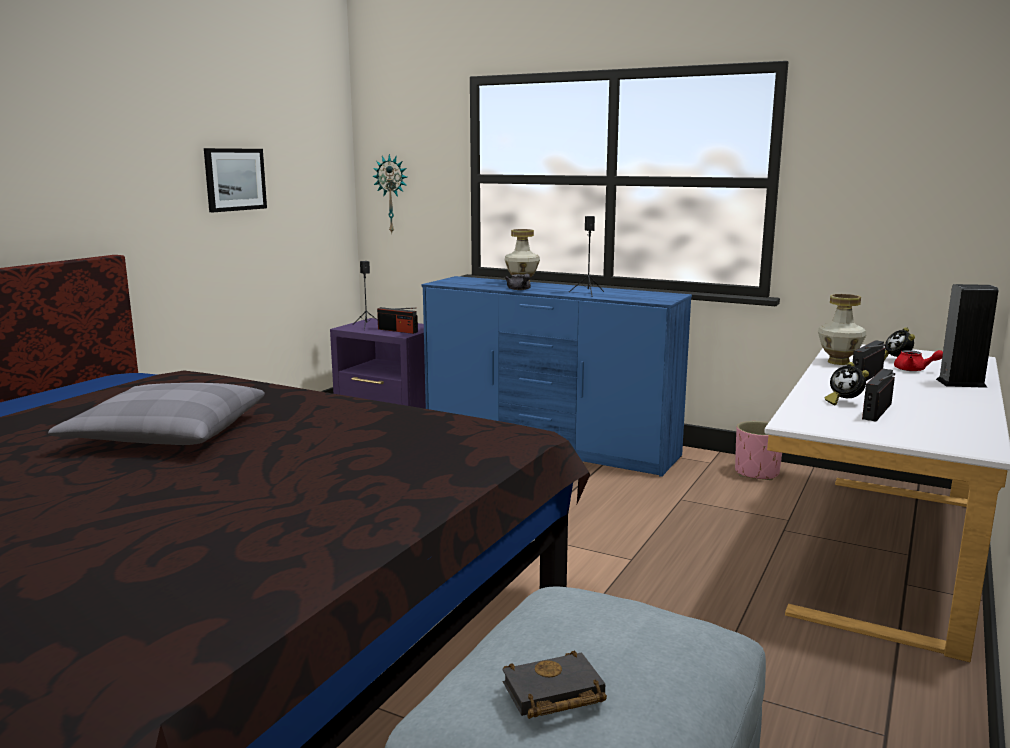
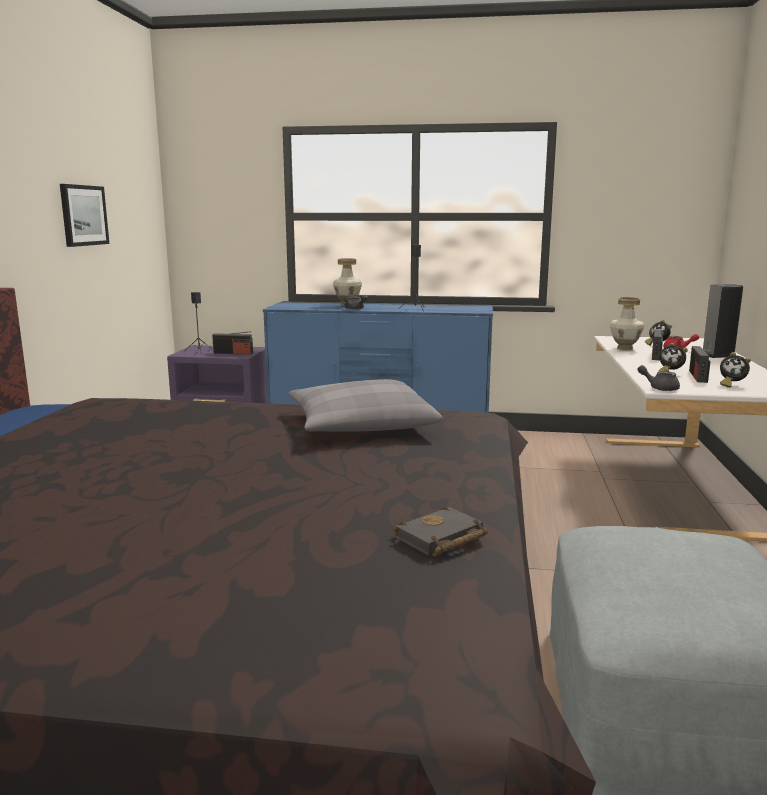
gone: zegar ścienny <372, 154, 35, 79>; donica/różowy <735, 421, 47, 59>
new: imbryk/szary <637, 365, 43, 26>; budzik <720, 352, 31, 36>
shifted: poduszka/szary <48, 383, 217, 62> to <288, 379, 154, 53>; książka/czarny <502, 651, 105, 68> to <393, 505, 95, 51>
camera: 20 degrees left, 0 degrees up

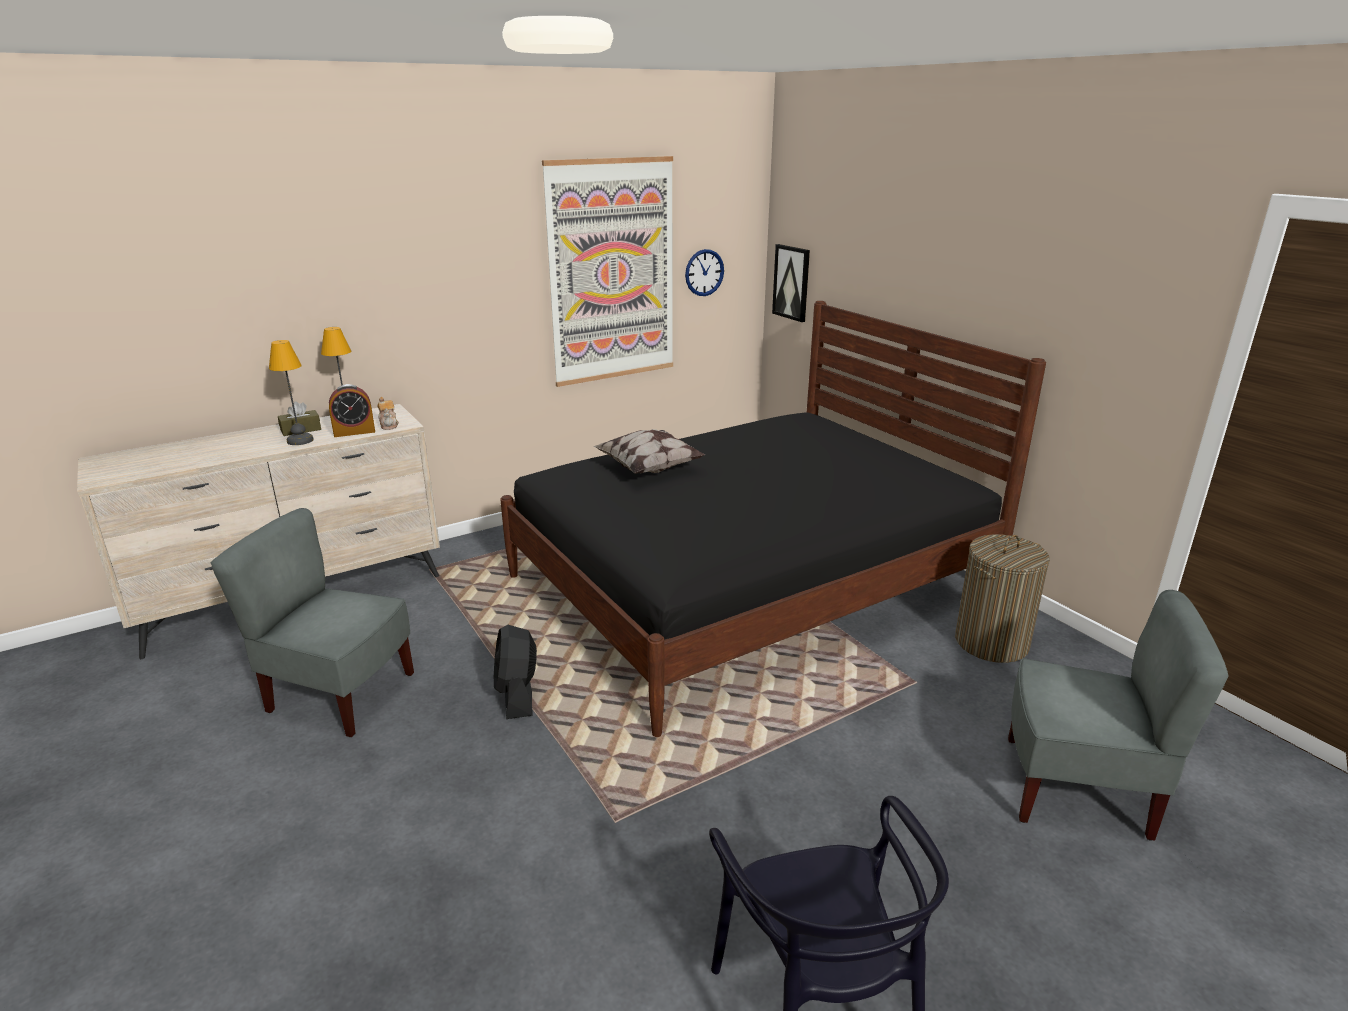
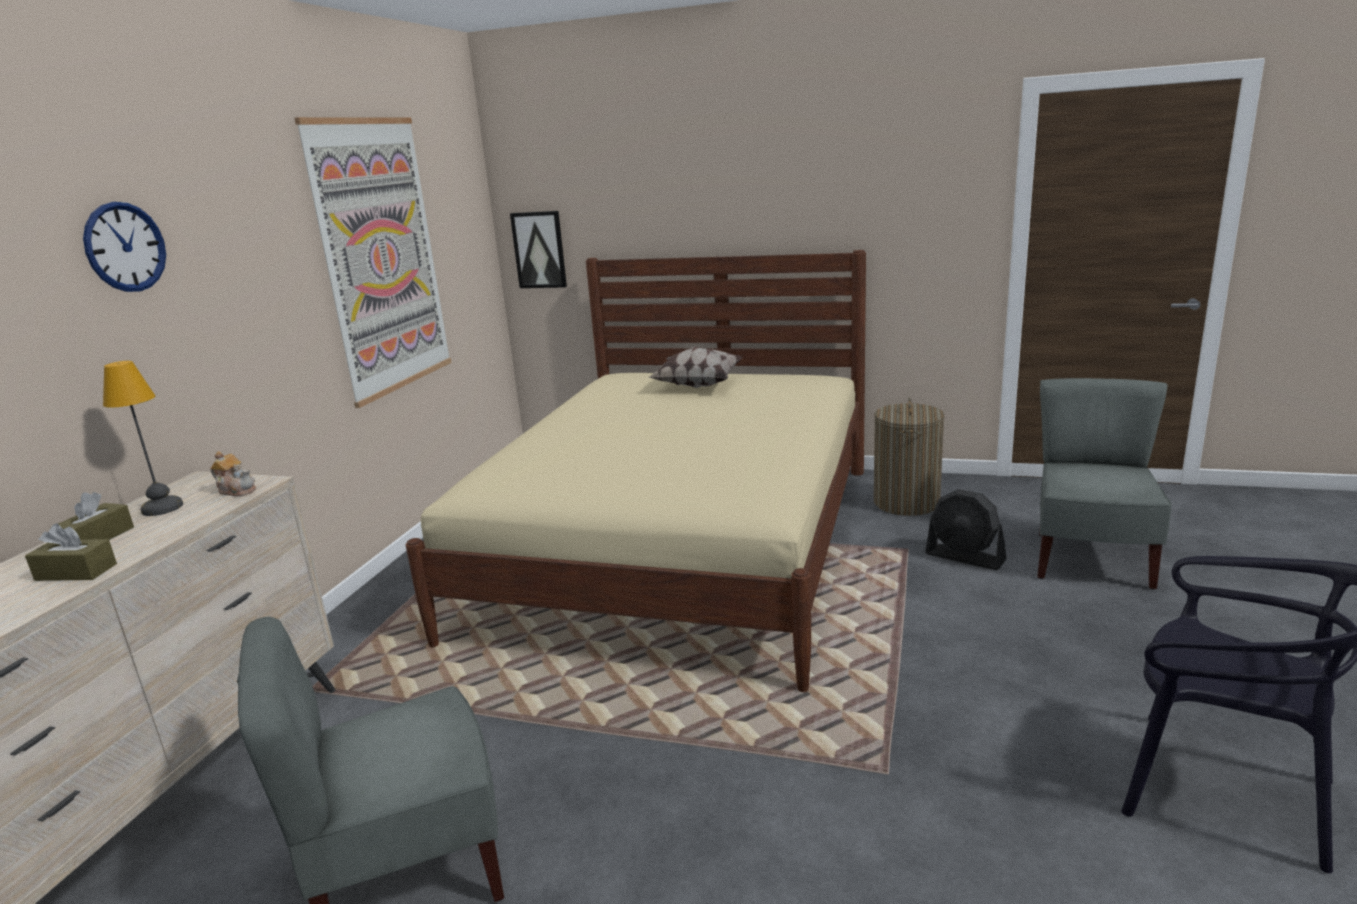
gone: lampa stołowa <269, 340, 45, 105>; budzik <329, 384, 46, 53>
new: pudełko chusteczek/brązowy <25, 523, 92, 58>
shifted: wentylator/czarny <494, 625, 43, 94> to <925, 489, 81, 81>; poduszka <593, 429, 112, 45> to <648, 347, 95, 41>; zegar ścienny <685, 249, 39, 47> to <83, 202, 83, 90>
repainted: łóżko/czarny <500, 301, 546, 436> to łóżko/beżowy <406, 250, 460, 442>
rotated: krzesło/szary <1008, 590, 220, 251> = <1037, 378, 135, 212> 45 degrees counterclockwise
camera: 40 degrees left, 5 degrees down

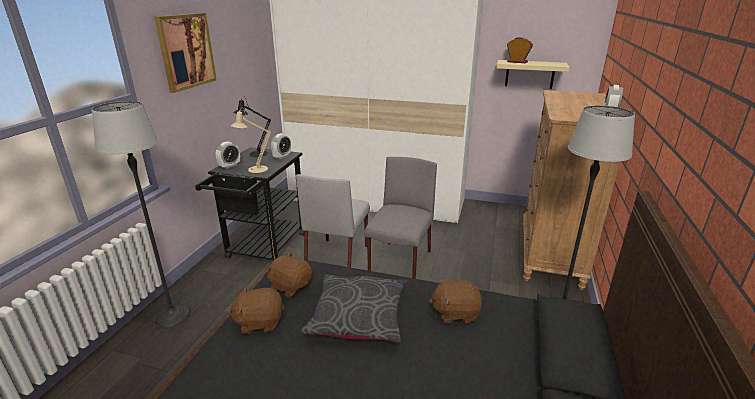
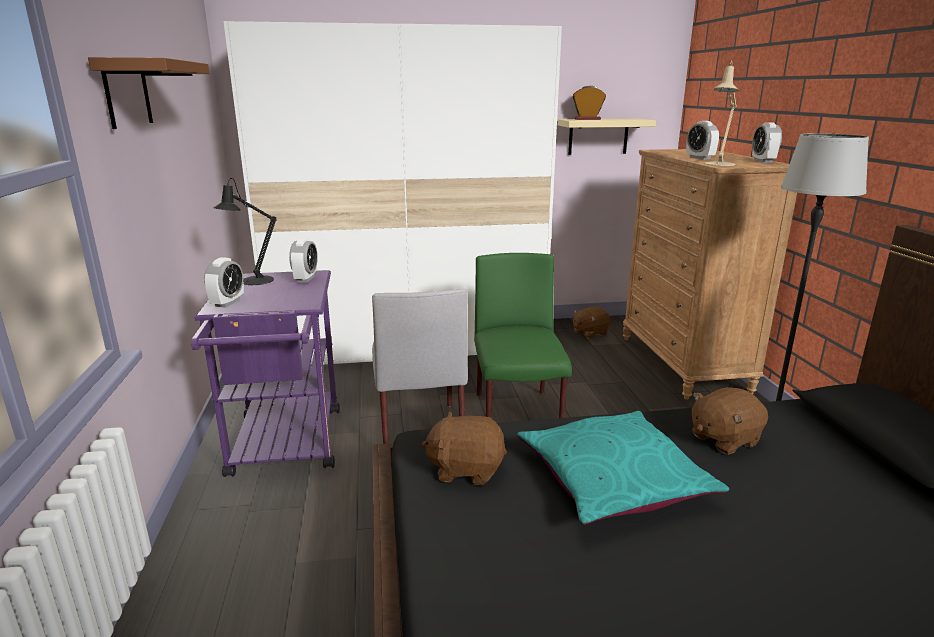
gone: lampa stojąca <92, 101, 99, 227>
new: budzik <686, 121, 33, 38>
shifted: pluszak/brązowy <228, 287, 56, 47> to <573, 306, 38, 33>; lampa stołowa/beżowy <231, 108, 40, 65> to <704, 60, 35, 106>
swapped: obraz <154, 13, 63, 80> to półka/brązowy <88, 57, 121, 72>
repainted: wózek/czarny <195, 147, 109, 114> to wózek/fioletowy <191, 270, 149, 207>; poduszka/szary <300, 274, 108, 69> to poduszka/turkusowy <517, 411, 212, 114>; krzesło/szary <364, 157, 73, 122> to krzesło/zielony <474, 253, 98, 165>
camera: 25 degrees left, 5 degrees down

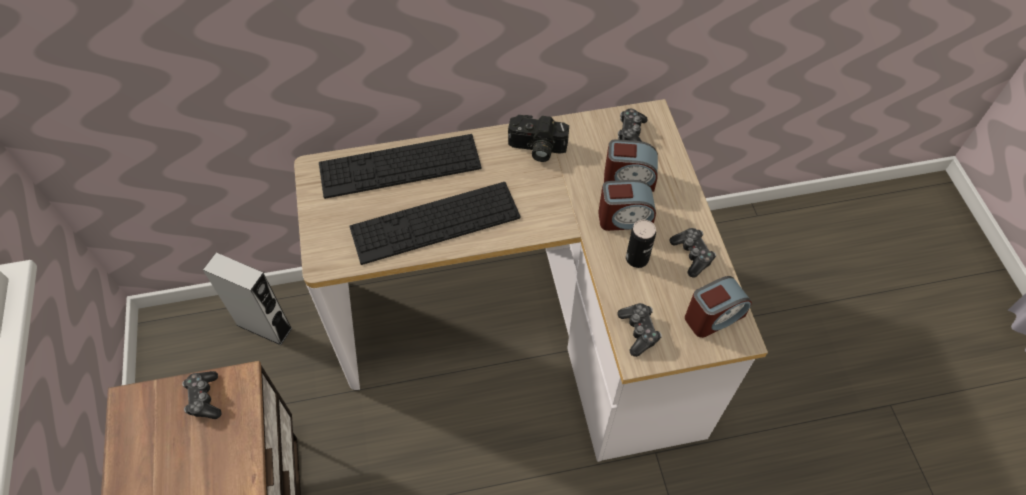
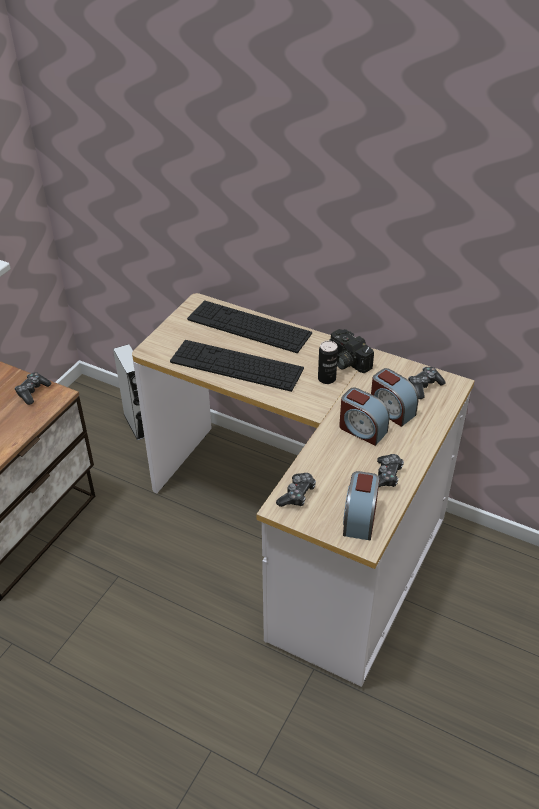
shifted: puszka <626, 219, 30, 49> to <318, 341, 20, 43>
rotated: budzik <685, 276, 67, 62> = <343, 471, 36, 69> 90 degrees clockwise
camera: 40 degrees right, 15 degrees down

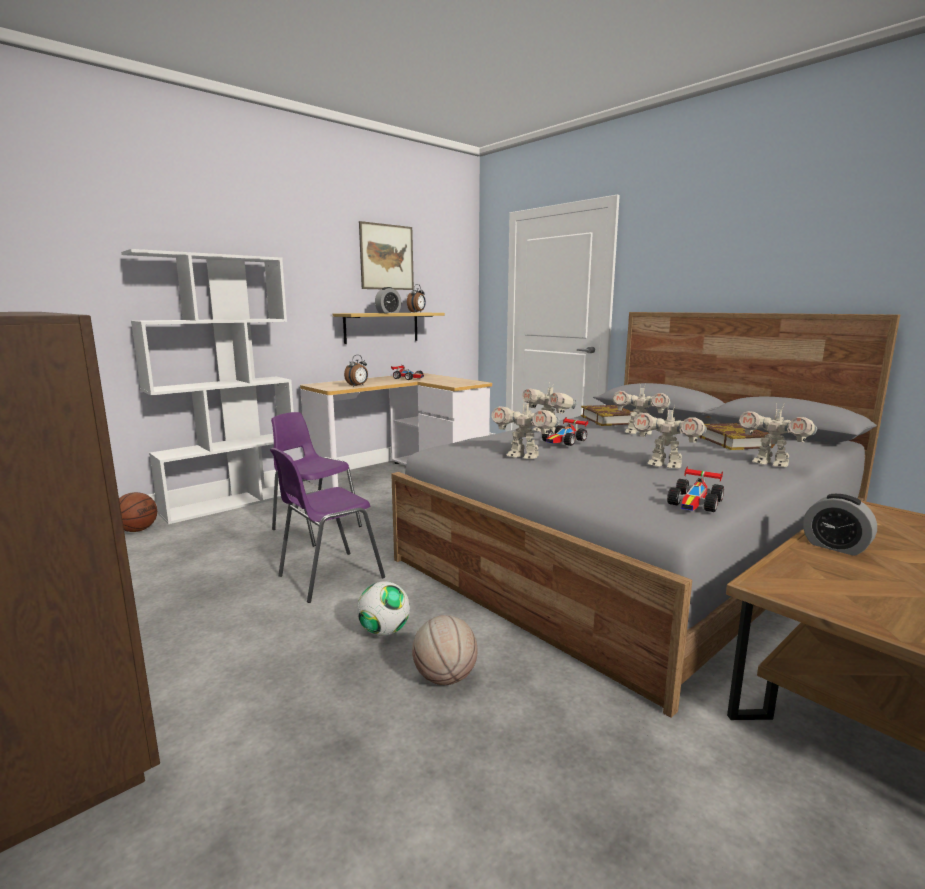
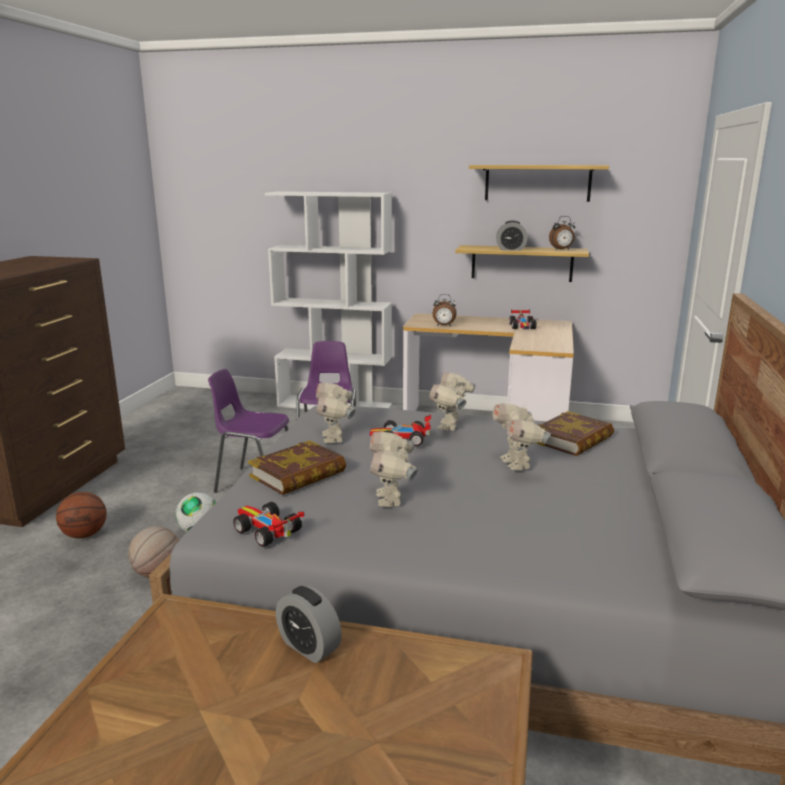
gone: robot zabawkowy <739, 403, 78, 64>
shifted: piłka do koszykówki <119, 492, 38, 40> to <56, 492, 51, 47>; książka <699, 423, 76, 27> to <248, 440, 98, 55>
swapped: obraz <359, 221, 55, 69> to półka <469, 165, 140, 37>
rotated: samochodzik <667, 467, 57, 45> = <233, 502, 71, 45> 45 degrees clockwise; budzik <803, 494, 74, 62> = <276, 586, 66, 77> 60 degrees counterclockwise
camera: 55 degrees right, 5 degrees up

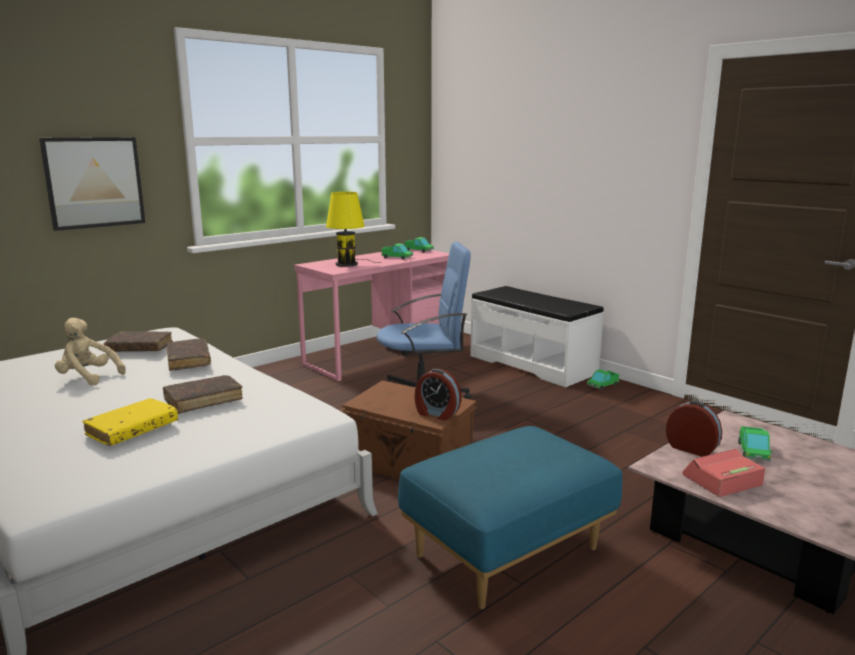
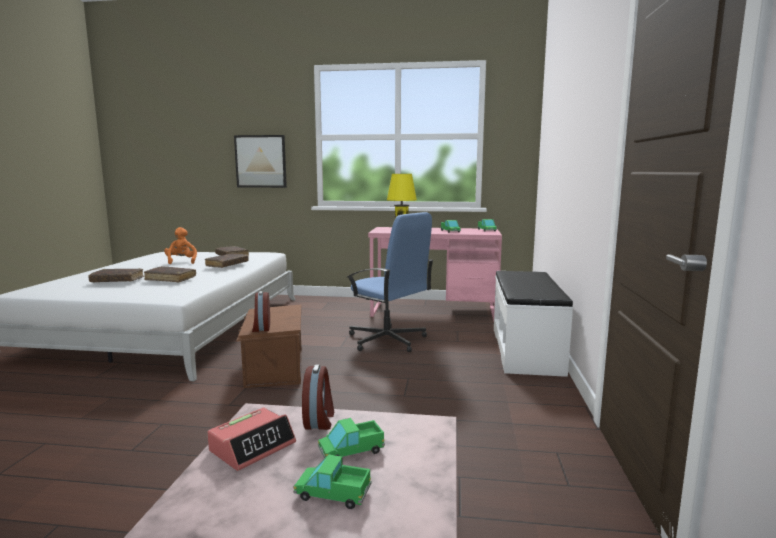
gone: pufa/niebieski <398, 426, 224, 183>
shifted: ciężarówka zabawkowa <587, 369, 32, 21> to <293, 455, 78, 54>
repainted: pluszak/beżowy <55, 318, 71, 67> to pluszak/pomarańczowy <164, 227, 33, 37>; książka/żółty <82, 398, 96, 48> to książka/brązowy <88, 268, 56, 15>
rotated: budzik <682, 449, 83, 48> = <207, 407, 89, 64> 105 degrees clockwise
camera: 50 degrees right, 5 degrees down

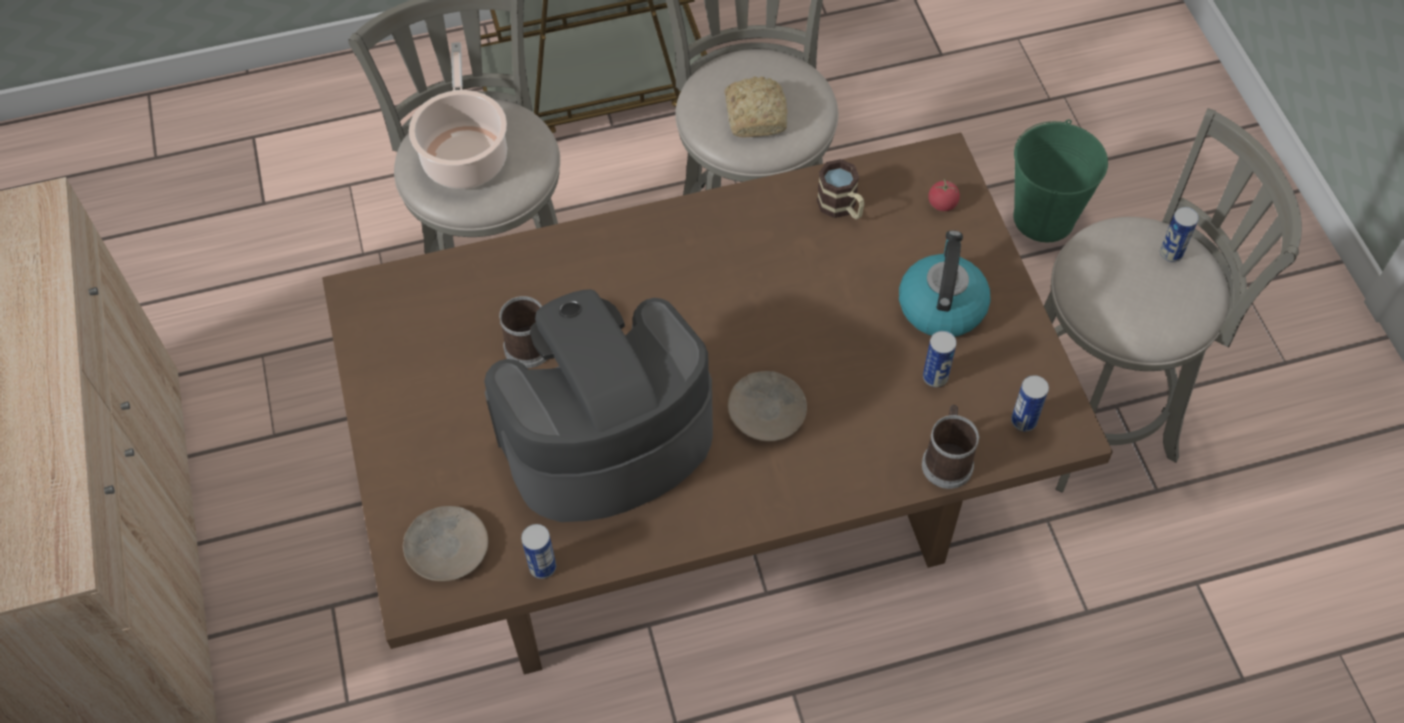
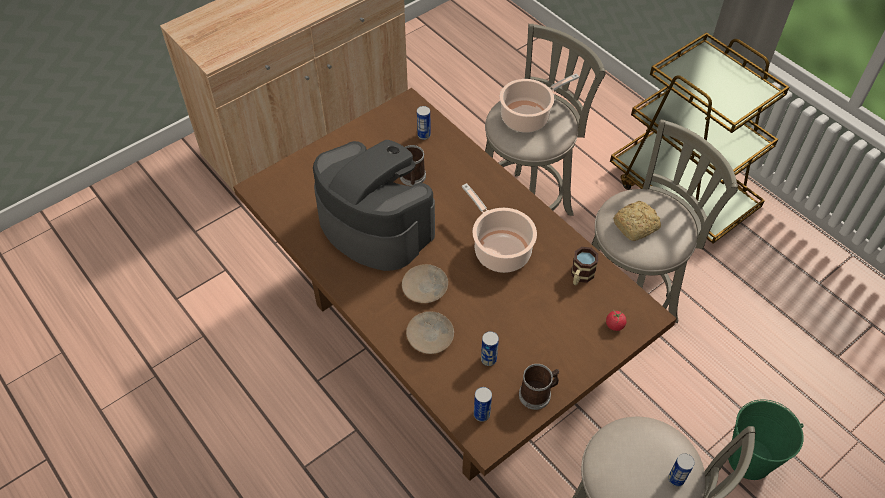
gone: czajnik <899, 230, 91, 107>
new: garnek <462, 183, 75, 90>
shifted: talerz/beżowy <403, 506, 85, 75> to <406, 312, 48, 42>; puszka <521, 524, 35, 55> to <417, 106, 14, 34>; kubek <922, 405, 58, 84> to <519, 364, 40, 46>
camera: 65 degrees right, 5 degrees down

